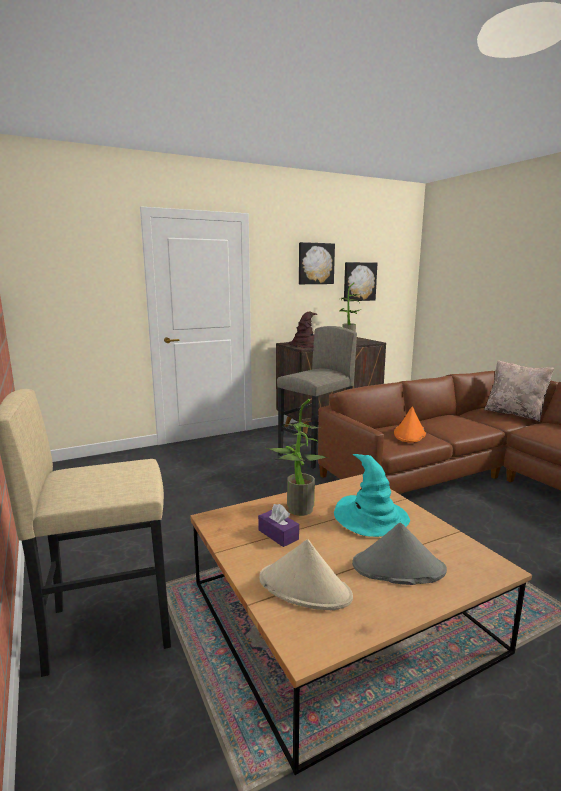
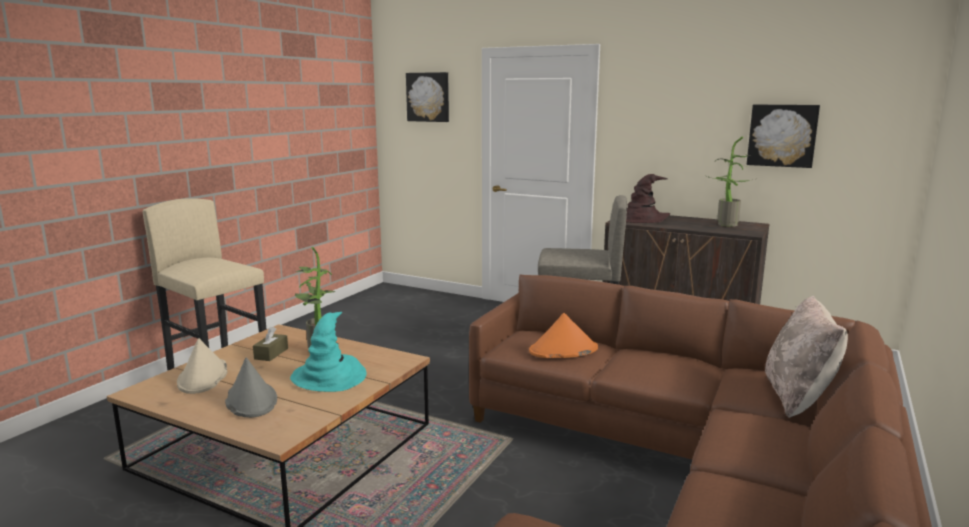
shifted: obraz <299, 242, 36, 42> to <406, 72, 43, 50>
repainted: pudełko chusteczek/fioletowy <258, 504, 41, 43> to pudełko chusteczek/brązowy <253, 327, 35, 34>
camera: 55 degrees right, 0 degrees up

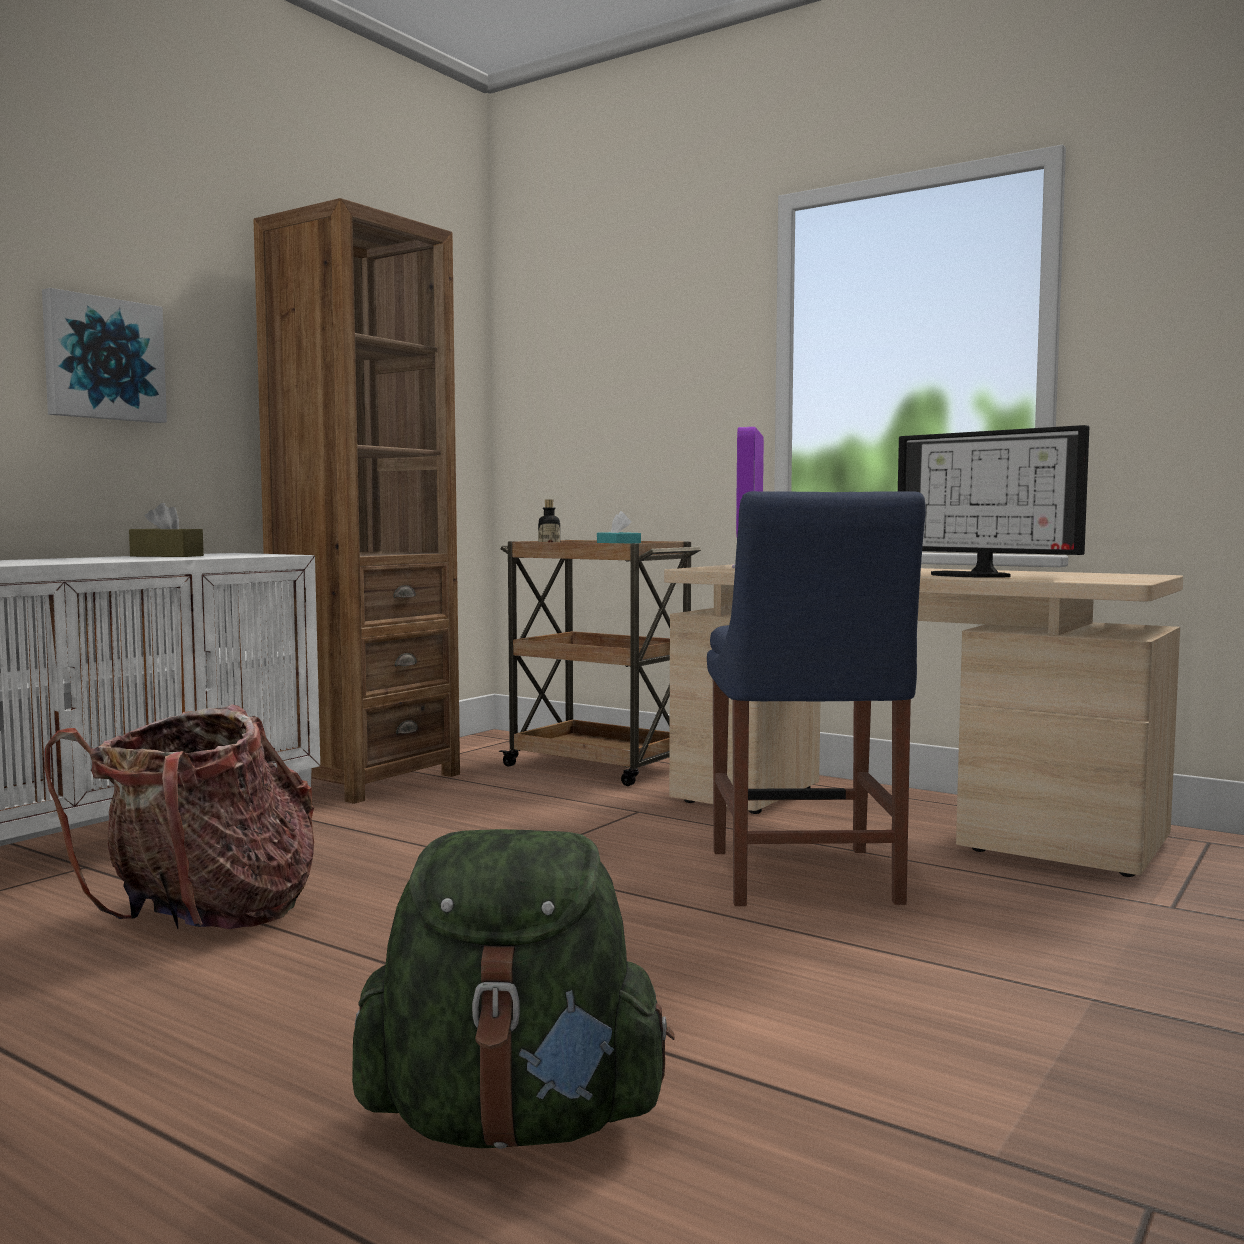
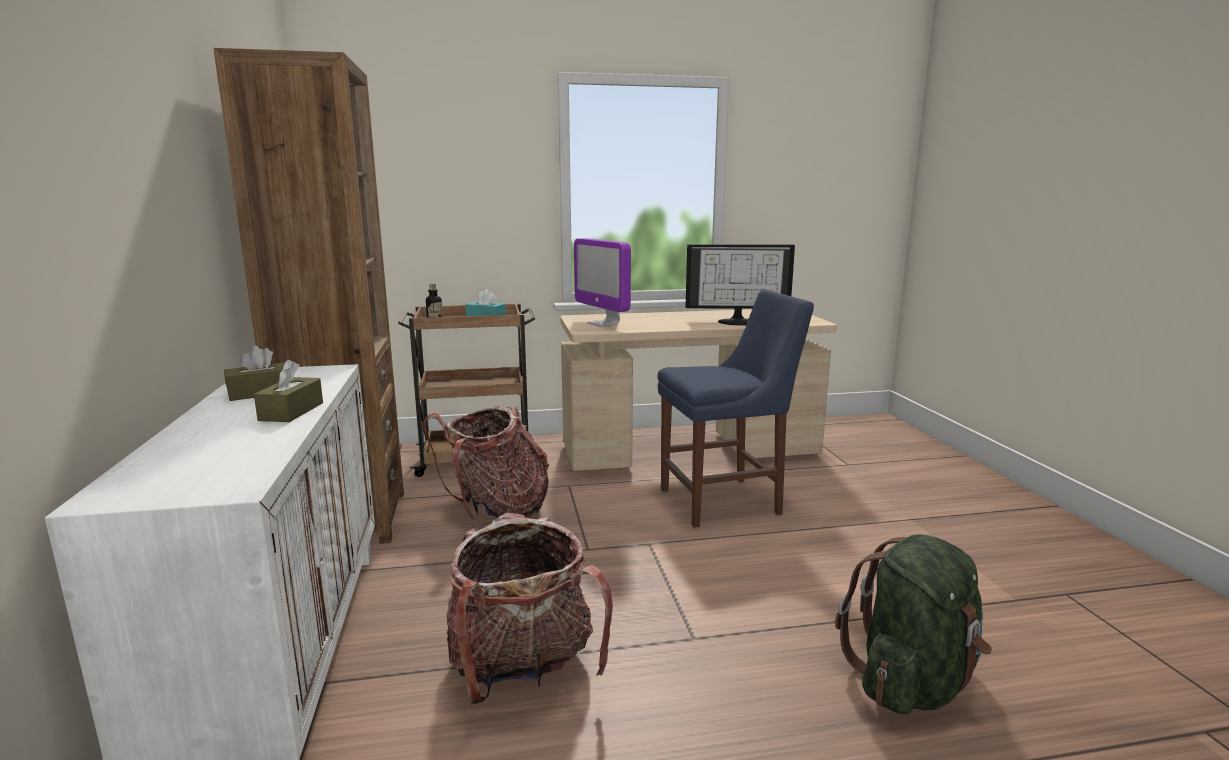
gone: obraz <42, 288, 125, 135>
new: pudełko chusteczek/brązowy <254, 360, 69, 62>; plecak <424, 406, 125, 116>
rotated: krzesło/niebieski <707, 491, 219, 415> = <658, 290, 156, 238> 60 degrees counterclockwise
camera: 45 degrees left, 10 degrees up

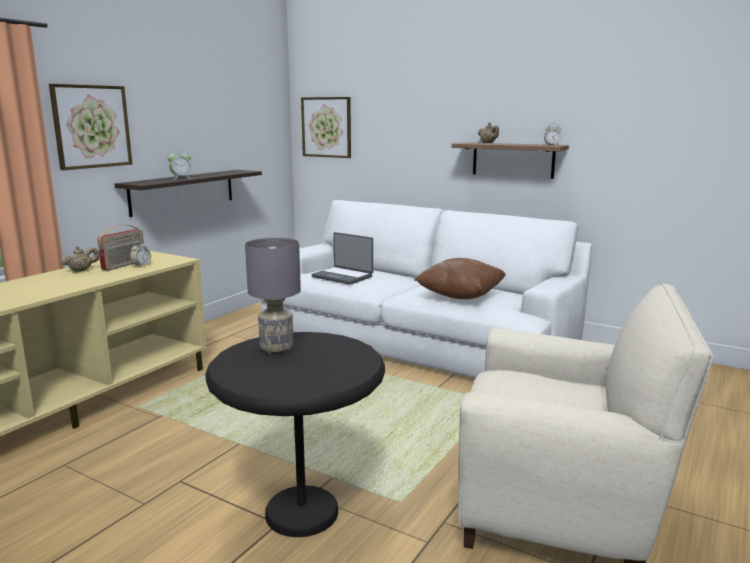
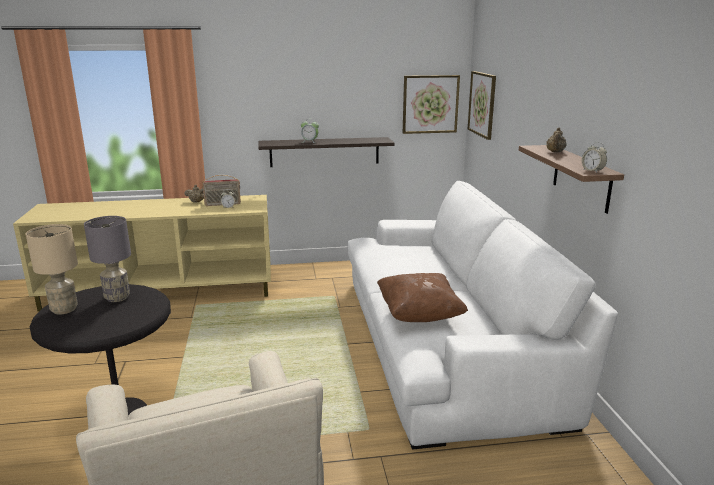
gone: laptop <311, 232, 62, 53>
new: lampa stołowa/beżowy <26, 224, 52, 91>
shifted: obraz <49, 84, 83, 86> to <403, 75, 57, 59>
camera: 50 degrees right, 5 degrees up

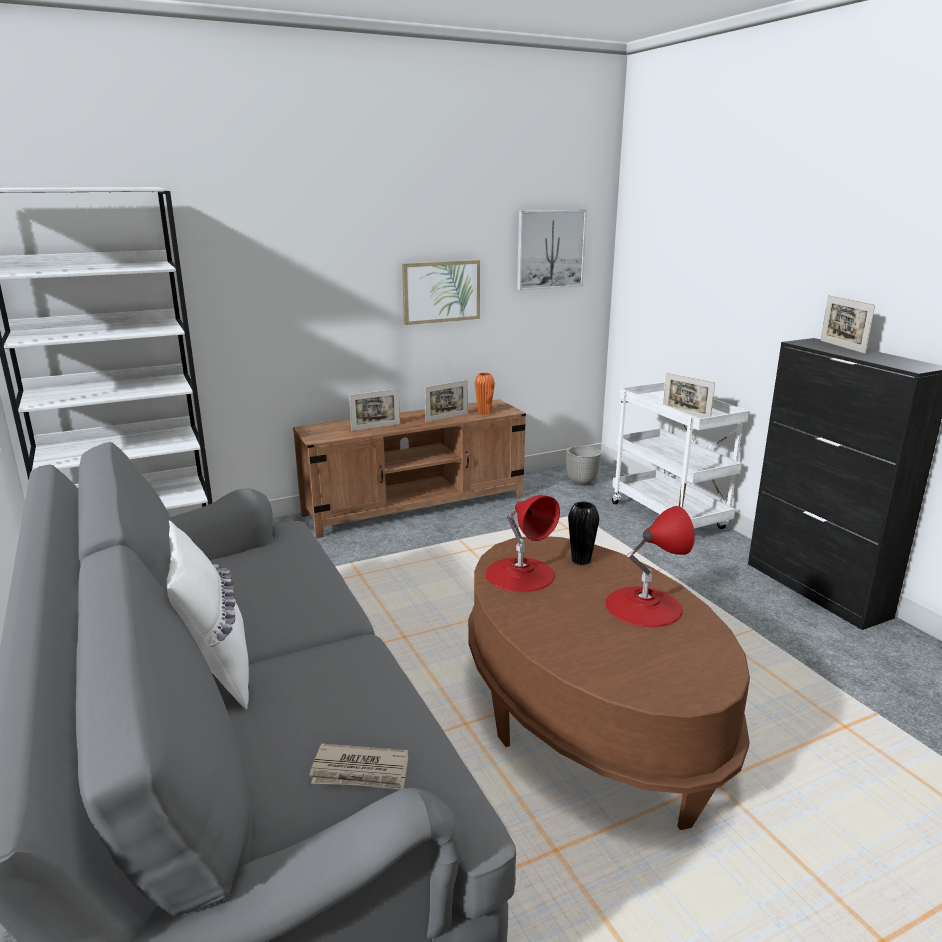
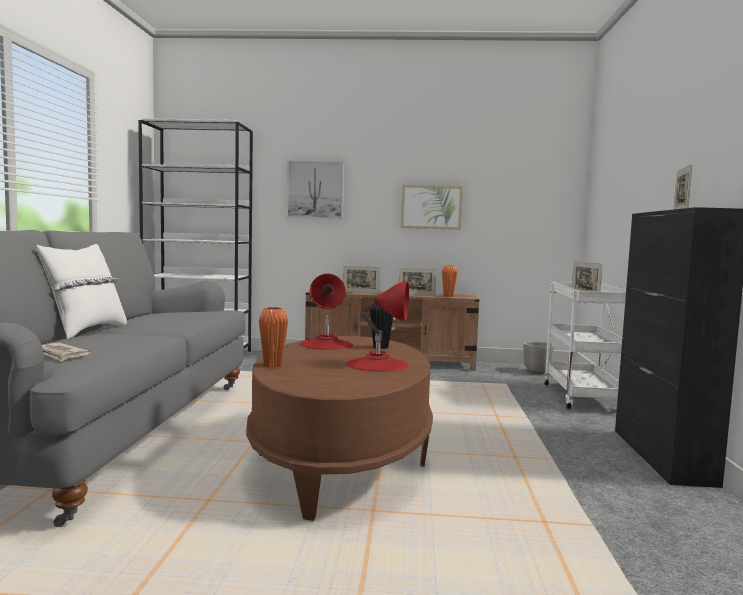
new: wazon/pomarańczowy <259, 307, 29, 60>
shifted: obraz <517, 210, 70, 80> to <287, 160, 57, 59>
camera: 30 degrees right, 15 degrees down

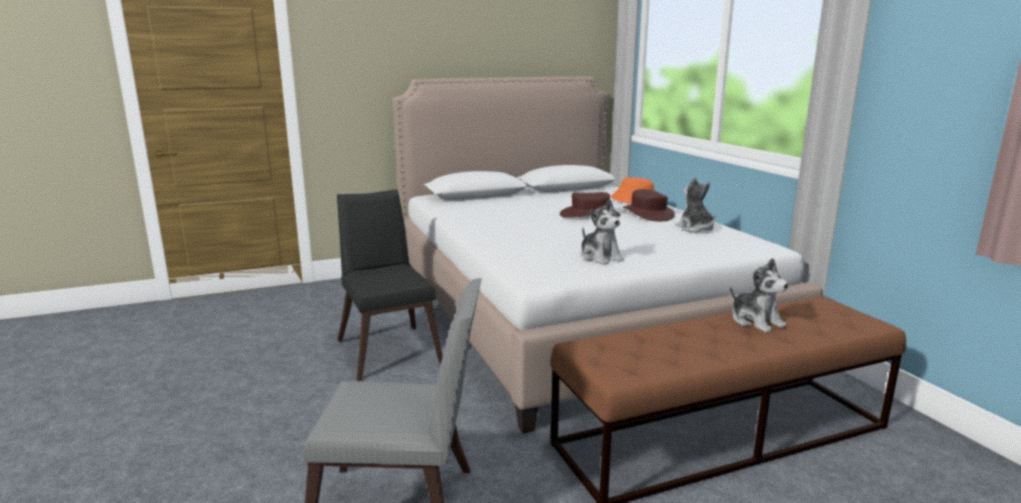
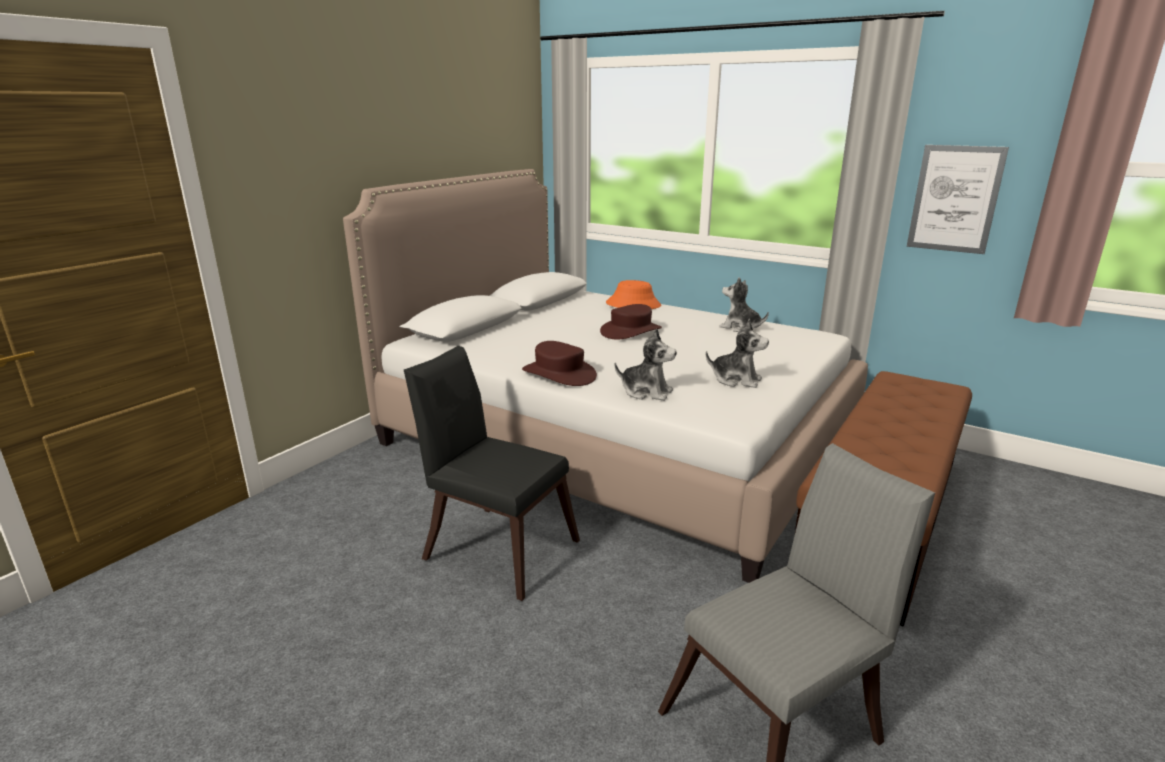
new: obraz <907, 145, 102, 109>
shifted: kapelusz/brązowy <623, 189, 52, 32> to <522, 341, 75, 45>; pluszak <730, 258, 59, 75> to <615, 329, 62, 72>
camera: 35 degrees left, 5 degrees up

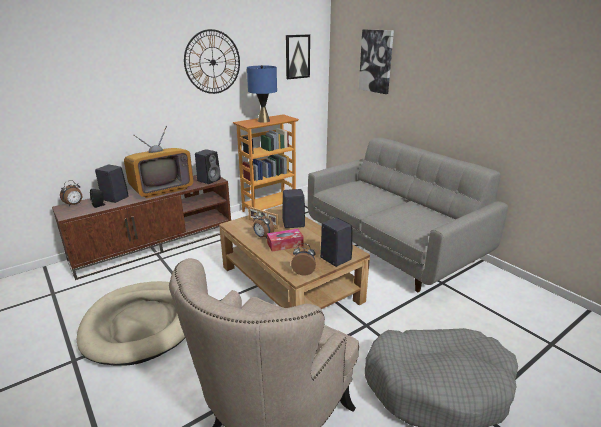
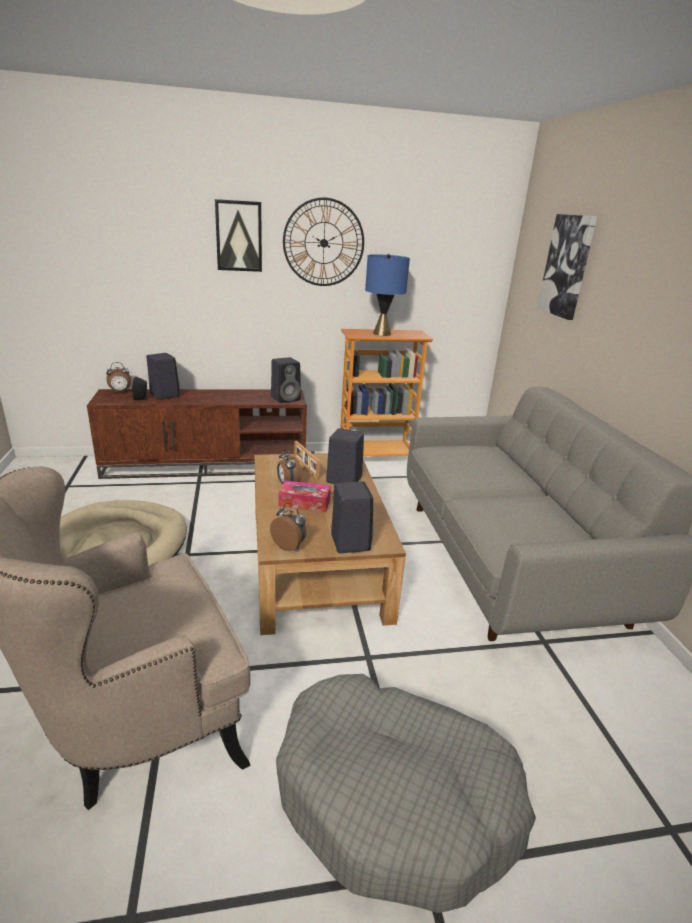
gone: telewizor <124, 126, 69, 72>
shifted: obraz <286, 35, 24, 44> to <215, 199, 47, 73>
camera: 25 degrees right, 0 degrees up

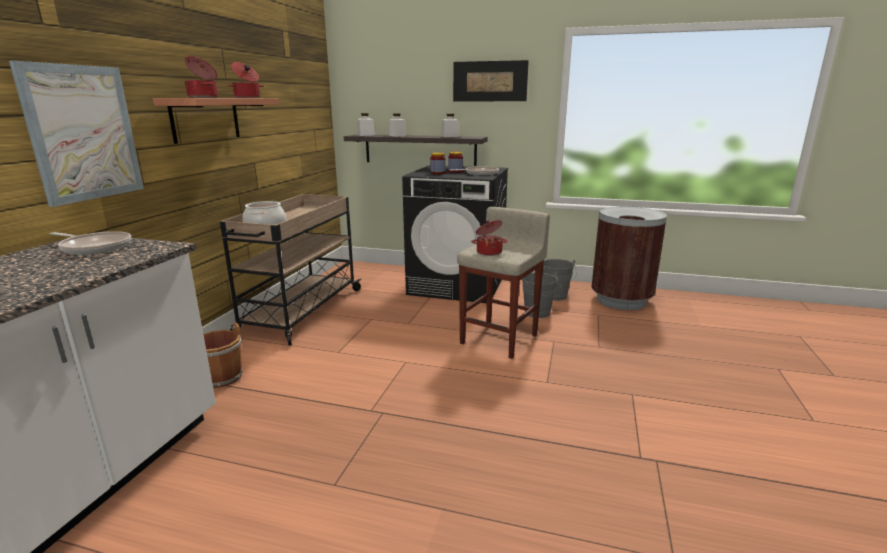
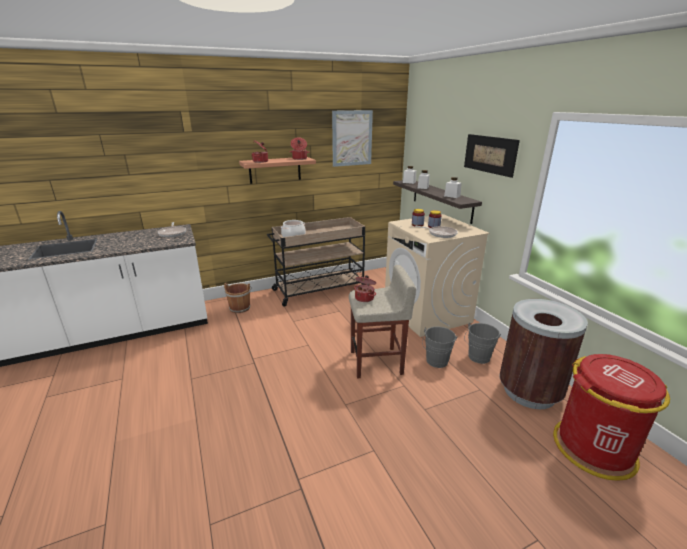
new: kosz na śmieci/czerwony <553, 354, 117, 127>
shifted: obraz <9, 61, 135, 146> to <332, 110, 41, 57>
repainted: pralka/czarny <402, 165, 106, 138> to pralka/beżowy <385, 214, 105, 123>
camera: 50 degrees right, 5 degrees up

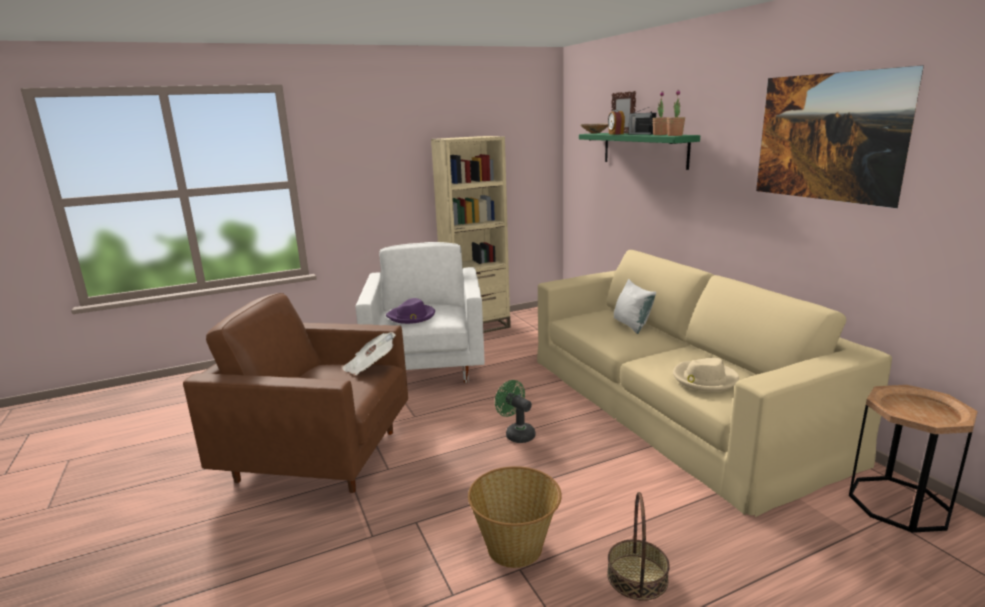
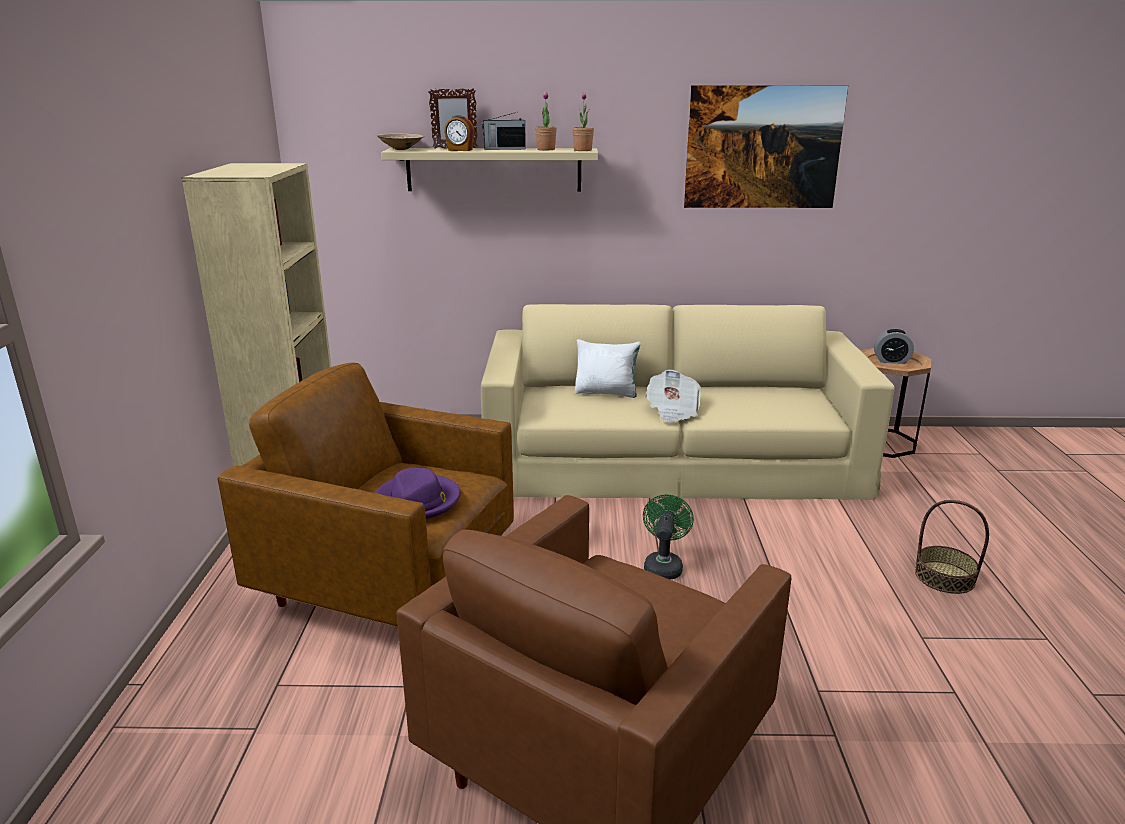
gone: koszyk <468, 466, 94, 102>; kapelusz/beżowy <673, 358, 66, 34>
new: budzik <874, 329, 40, 35>
shifted: gazeta <342, 332, 54, 43> to <645, 370, 56, 53>
repainted: fotel/biały <356, 242, 129, 141> to fotel/brązowy <218, 363, 296, 264>; półka/zielony <579, 133, 121, 37> to półka/beżowy <381, 148, 217, 44>
rotated: wentylator/zielony <495, 380, 41, 63> = <643, 494, 51, 86> 120 degrees clockwise
camera: 65 degrees left, 5 degrees up

